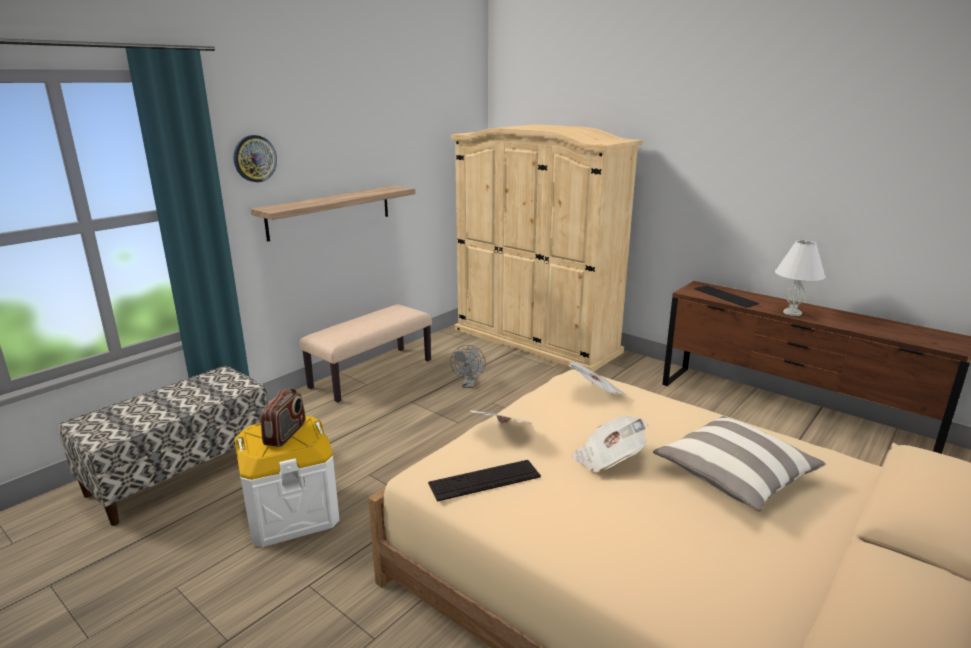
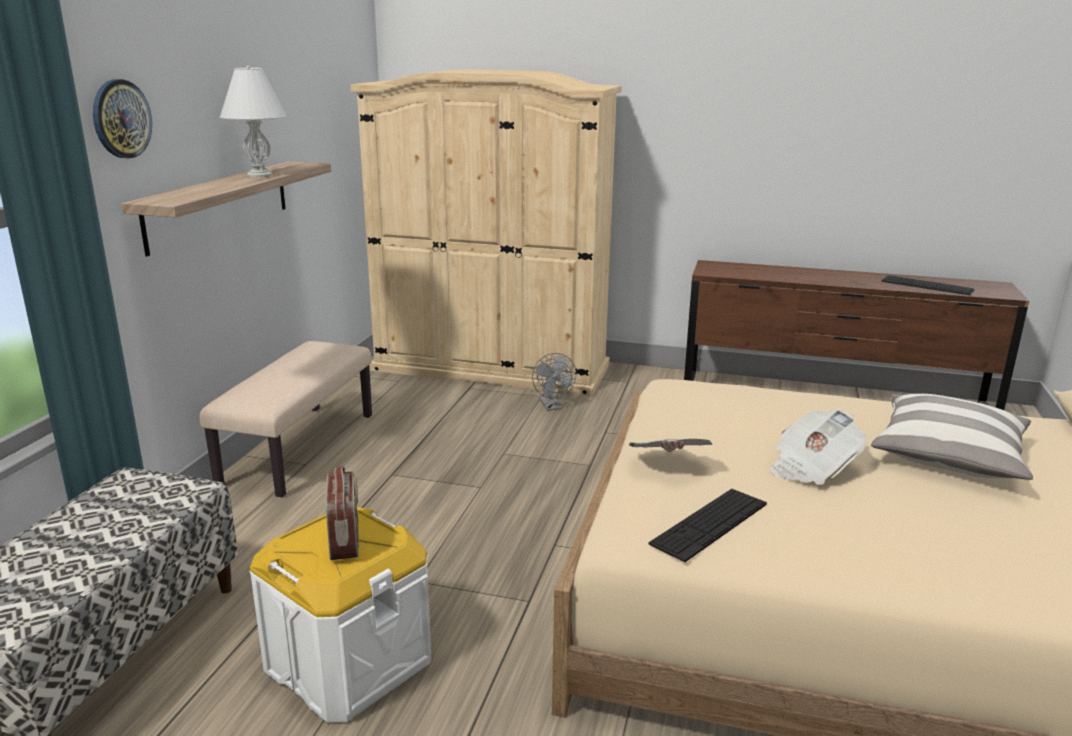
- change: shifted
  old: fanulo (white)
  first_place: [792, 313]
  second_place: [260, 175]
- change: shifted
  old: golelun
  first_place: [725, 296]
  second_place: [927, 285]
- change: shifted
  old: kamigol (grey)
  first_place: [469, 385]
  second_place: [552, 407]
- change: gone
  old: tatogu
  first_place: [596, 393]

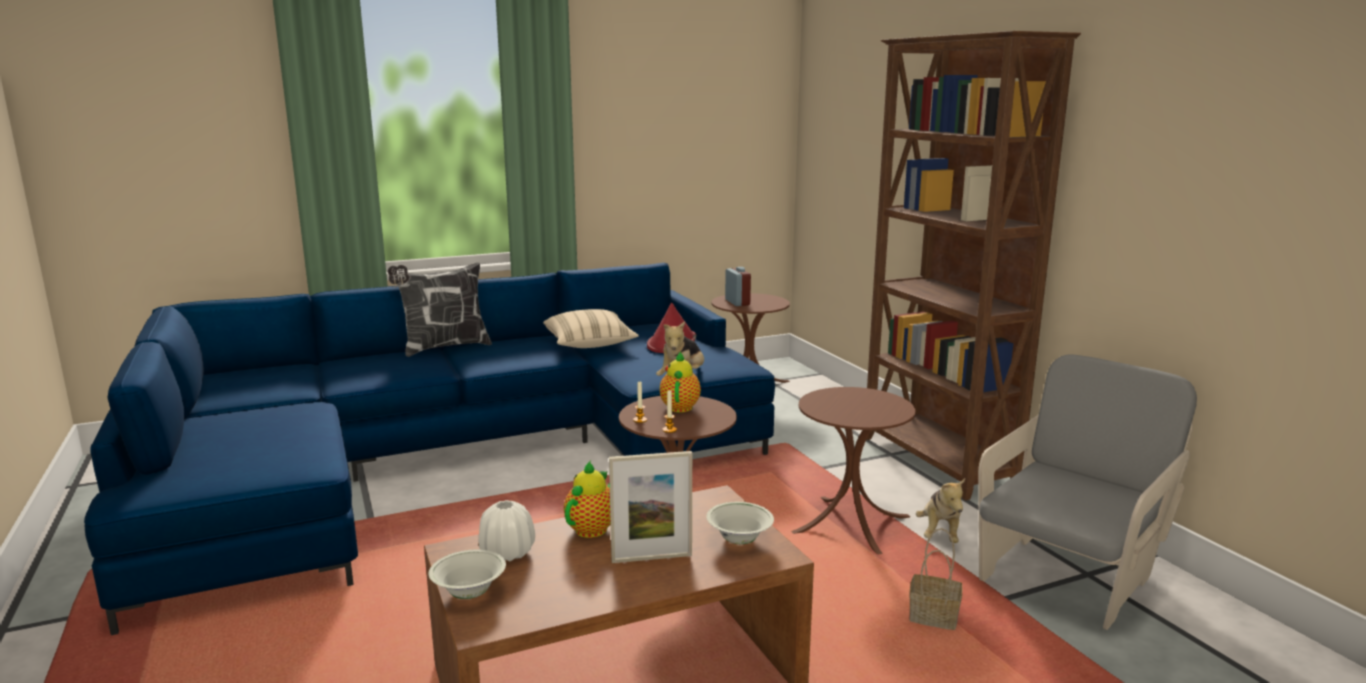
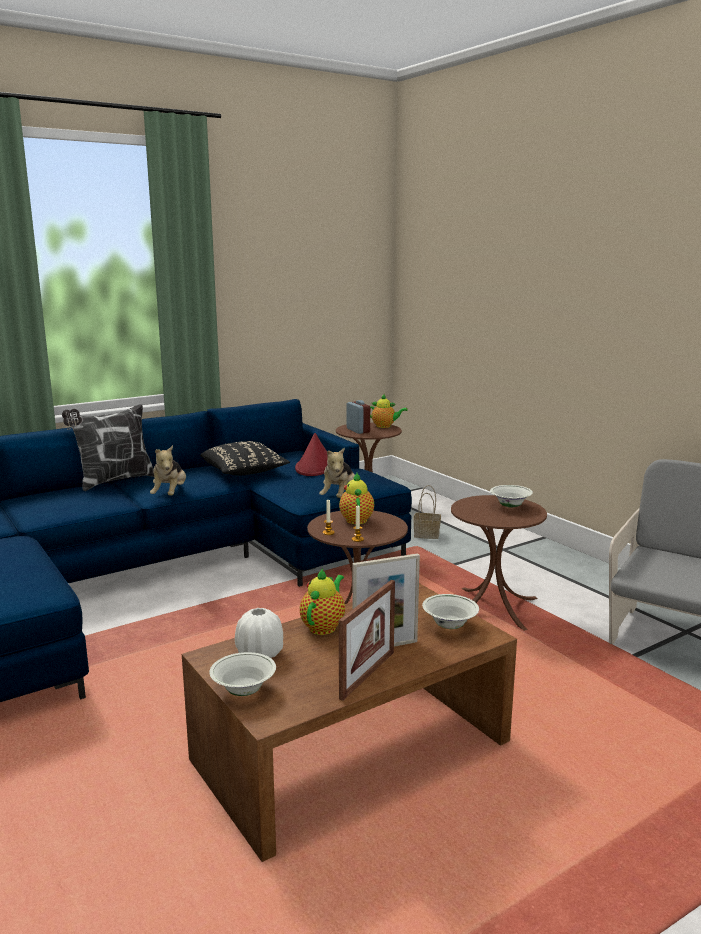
- change: gone
  old: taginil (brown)
  first_place: [937, 462]
- change: repainted
  old: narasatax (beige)
  new: narasatax (black)
  first_place: [589, 345]
  second_place: [244, 472]
- change: shifted
  old: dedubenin
  first_place: [940, 534]
  second_place: [170, 494]
- change: shifted
  old: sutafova
  first_place: [931, 618]
  second_place: [425, 535]
- change: new
  new: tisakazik
  second_place: [385, 426]
- change: new
  new: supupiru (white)
  second_place: [510, 506]
- change: new
  new: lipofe
  second_place: [367, 674]

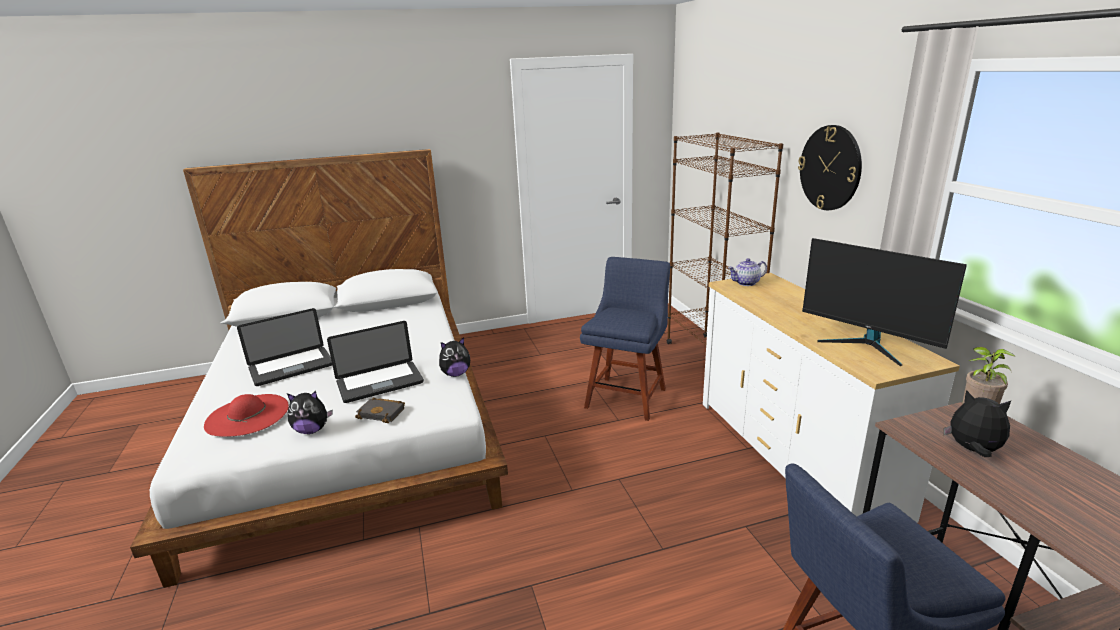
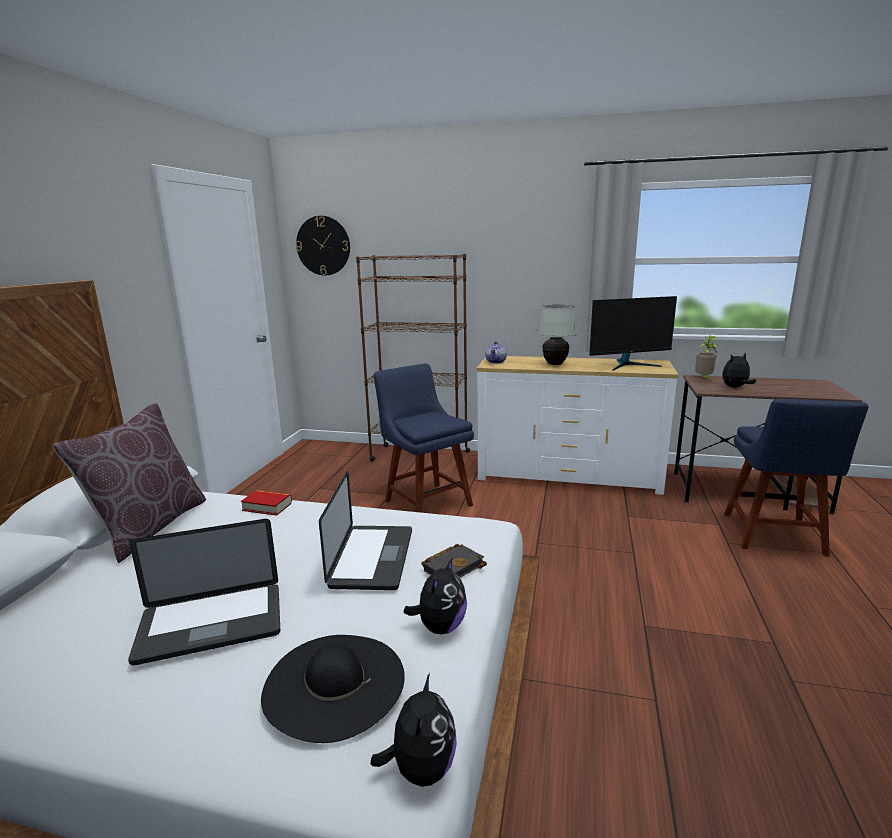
- change: shifted
  old: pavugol
  first_place: [830, 168]
  second_place: [323, 246]
- change: rotated
  old: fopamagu
  first_place: [291, 367]
  second_place: [211, 624]
  degrees: 75
- change: shifted
  old: dedubenin
  first_place: [456, 374]
  second_place: [421, 769]
- change: repainted
  old: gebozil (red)
  new: gebozil (black)
  first_place: [247, 415]
  second_place: [334, 683]
- change: new
  new: fanulo (white)
  second_place: [554, 364]
- change: new
  new: narasatax (brown)
  second_place: [150, 527]
- change: new
  new: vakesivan
  second_place: [267, 506]

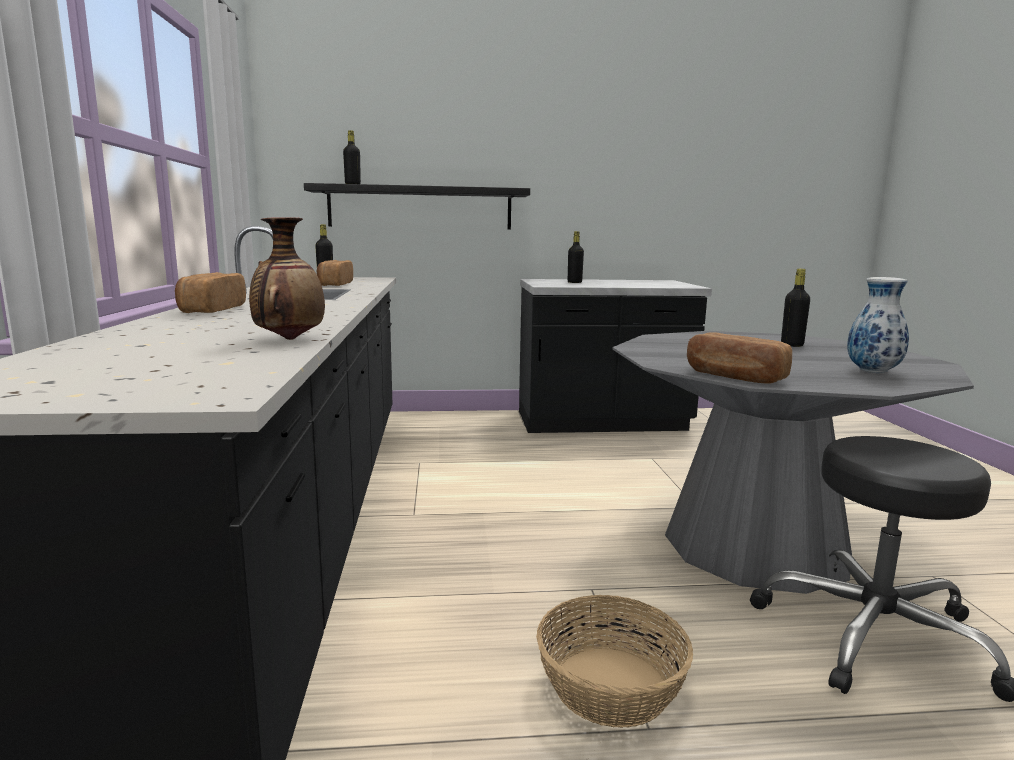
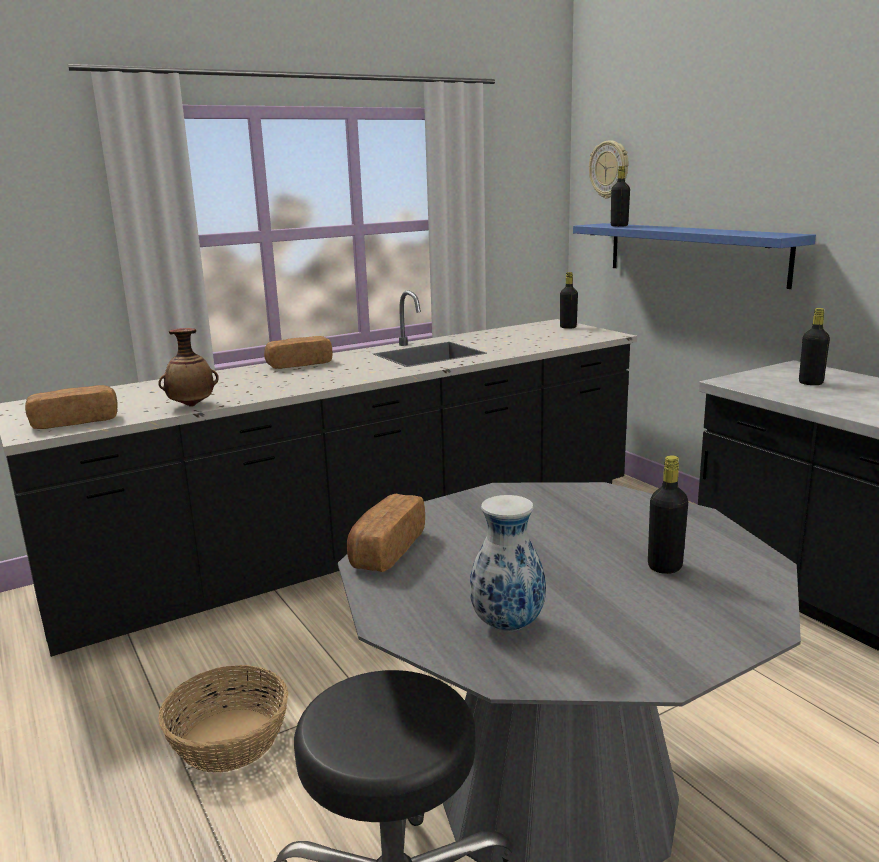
- change: repainted
  old: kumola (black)
  new: kumola (blue)
  first_place: [420, 208]
  second_place: [694, 252]
- change: shifted
  old: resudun
  first_place: [334, 284]
  second_place: [75, 422]
- change: new
  new: pavugol
  second_place: [609, 169]

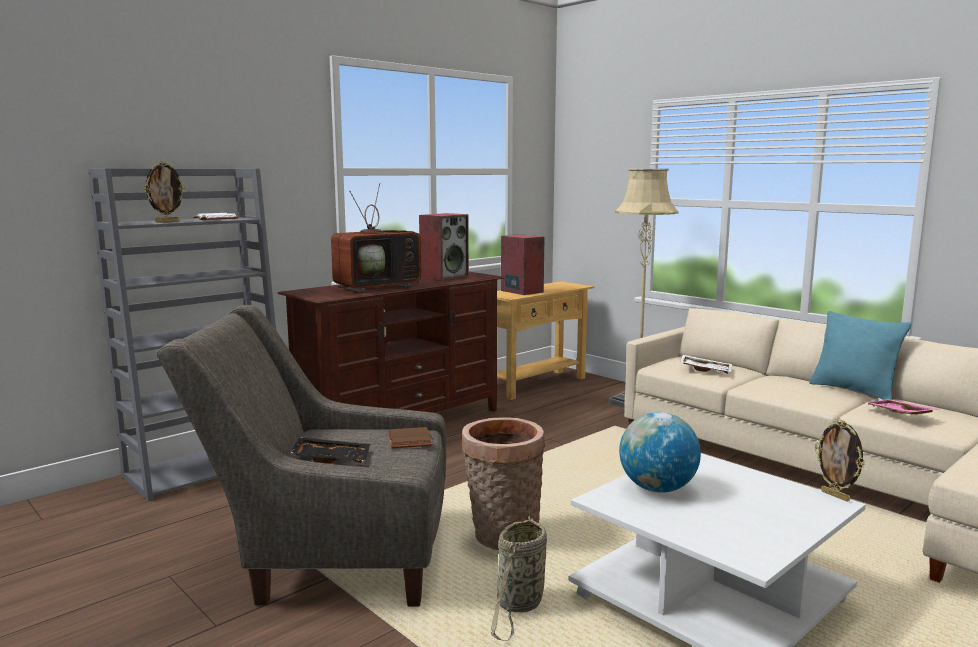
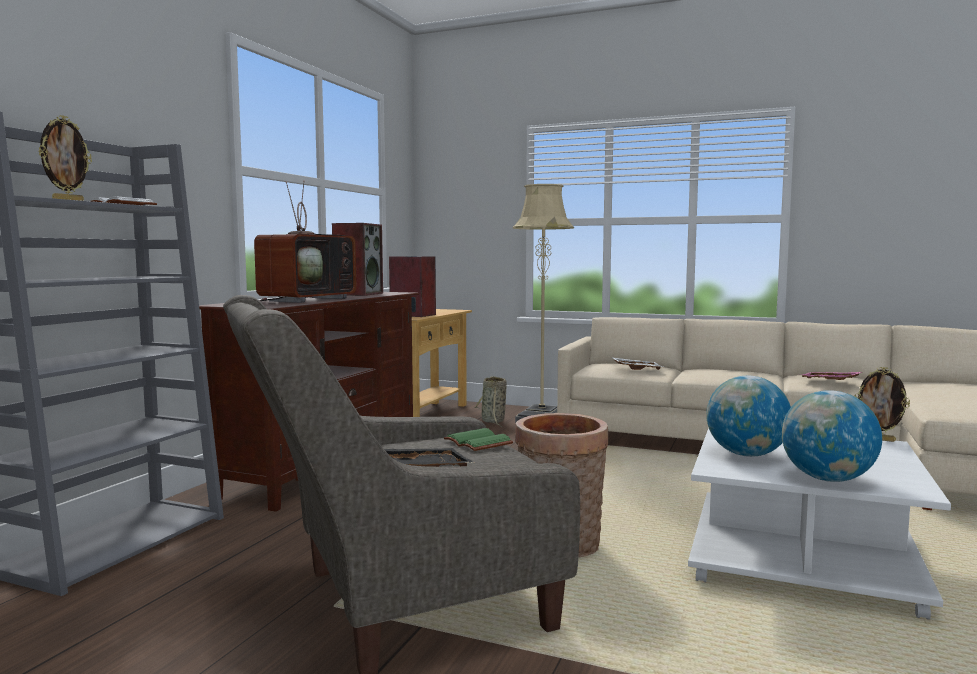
- change: gone
  old: narasatax (turquoise)
  first_place: [853, 390]
- change: repainted
  old: vakesivan (brown)
  new: vakesivan (green)
  first_place: [408, 439]
  second_place: [476, 442]
- change: shifted
  old: sutafova
  first_place: [519, 605]
  second_place: [493, 421]
- change: new
  new: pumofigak
  second_place: [827, 479]

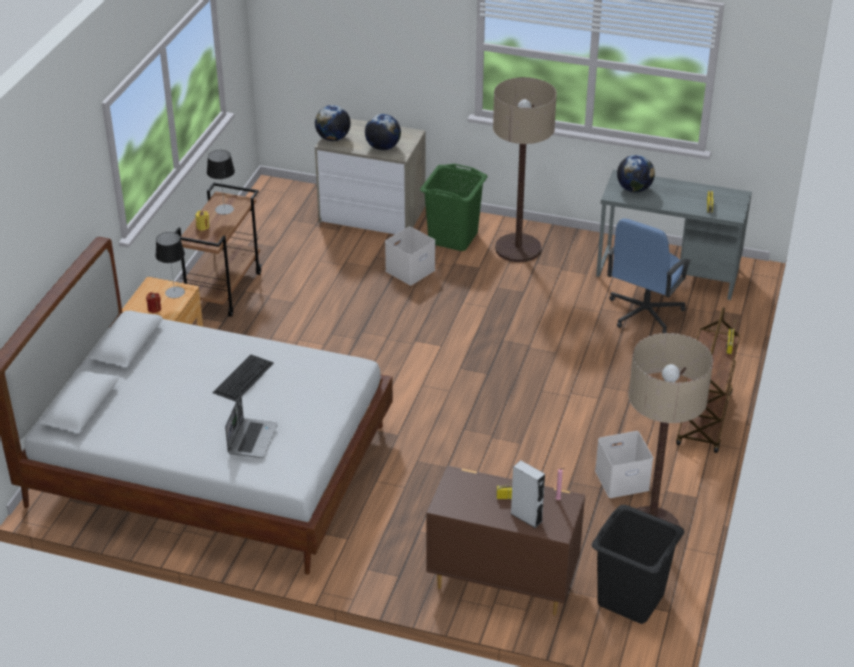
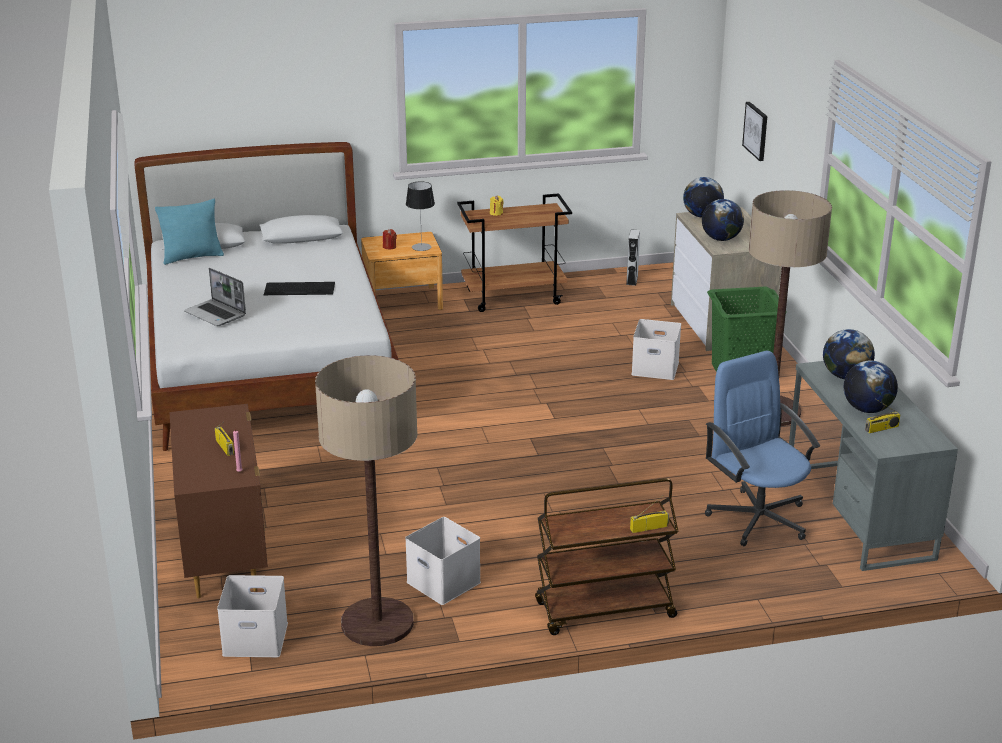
- change: gone
  old: fanulo
  first_place: [224, 209]
- change: rotated
  old: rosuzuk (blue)
  first_place: [644, 312]
  second_place: [758, 518]
  degrees: 60
- change: rotated
  old: fopamagu
  first_place: [252, 439]
  second_place: [216, 314]
  degrees: 60
- change: shifted
  old: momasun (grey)
  first_place: [526, 517]
  second_place: [632, 280]
- change: swapped
  old: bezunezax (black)
  new: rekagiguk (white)
  first_place: [631, 599]
  second_place: [254, 639]
- change: new
  new: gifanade
  second_place: [756, 131]
- change: new
  new: narasatax (turquoise)
  second_place: [192, 257]
- change: new
  new: pumofigak
  second_place: [867, 409]

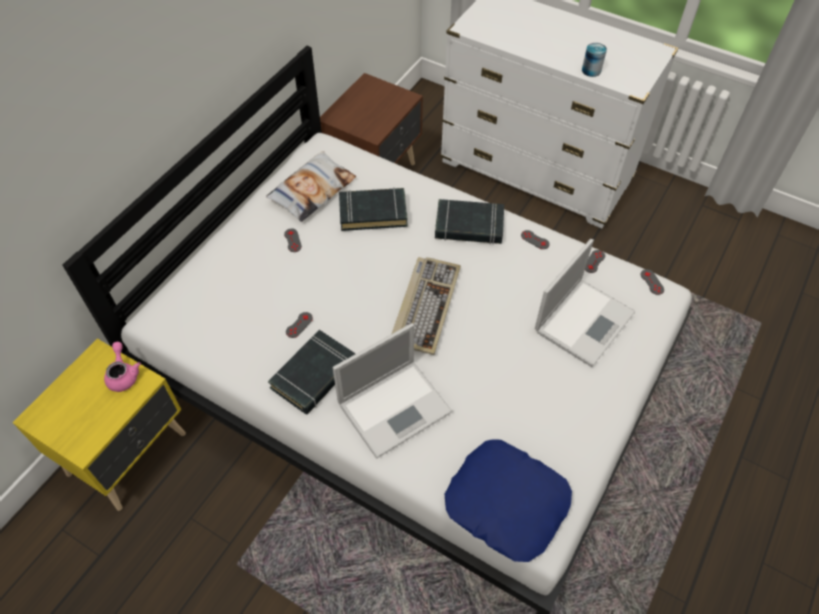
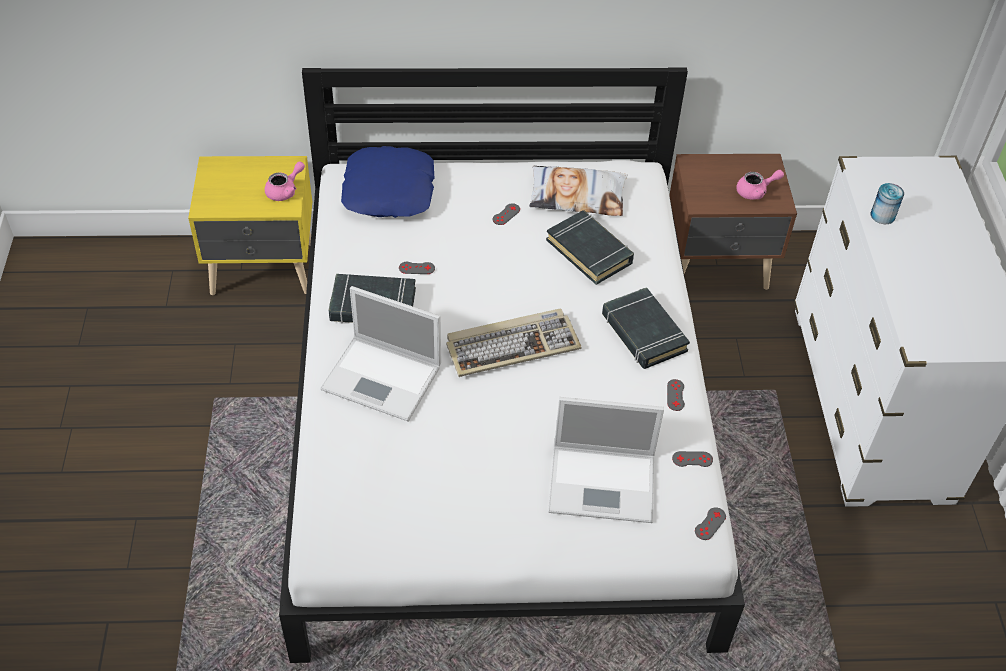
- change: shifted
  old: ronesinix
  first_place: [591, 70]
  second_place: [882, 215]
- change: shifted
  old: narasatax (blue)
  first_place: [507, 502]
  second_place: [390, 191]
- change: new
  new: tisakazik (pink)
  second_place: [756, 191]

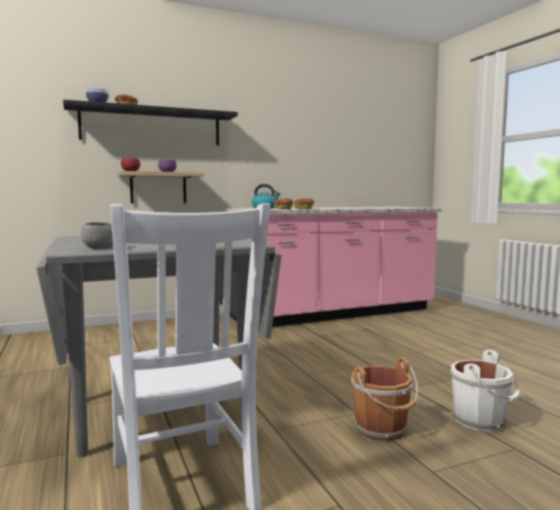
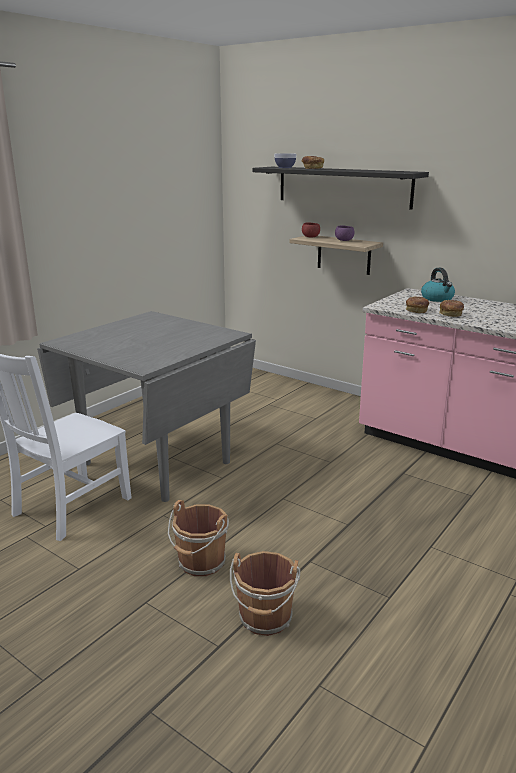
- change: gone
  old: supupiru (grey)
  first_place: [100, 249]
- change: repainted
  old: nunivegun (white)
  new: nunivegun (brown)
  first_place: [481, 420]
  second_place: [265, 619]

